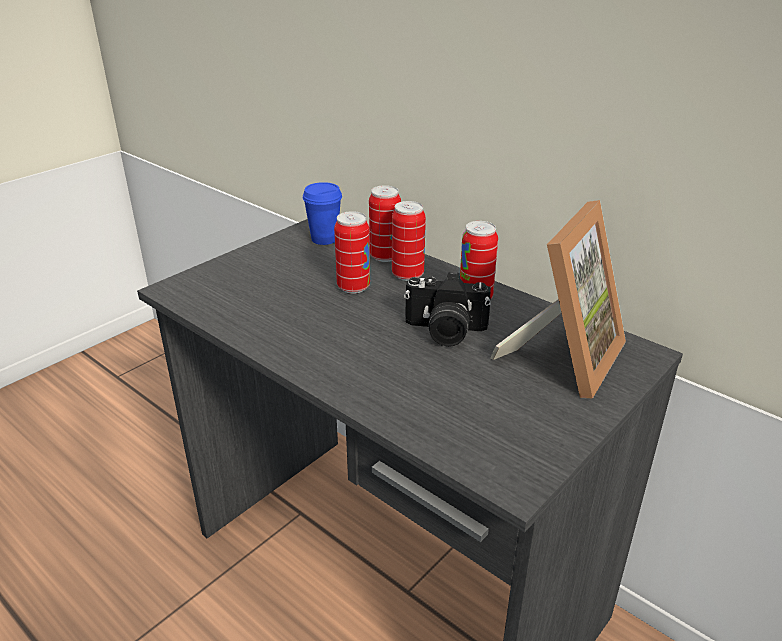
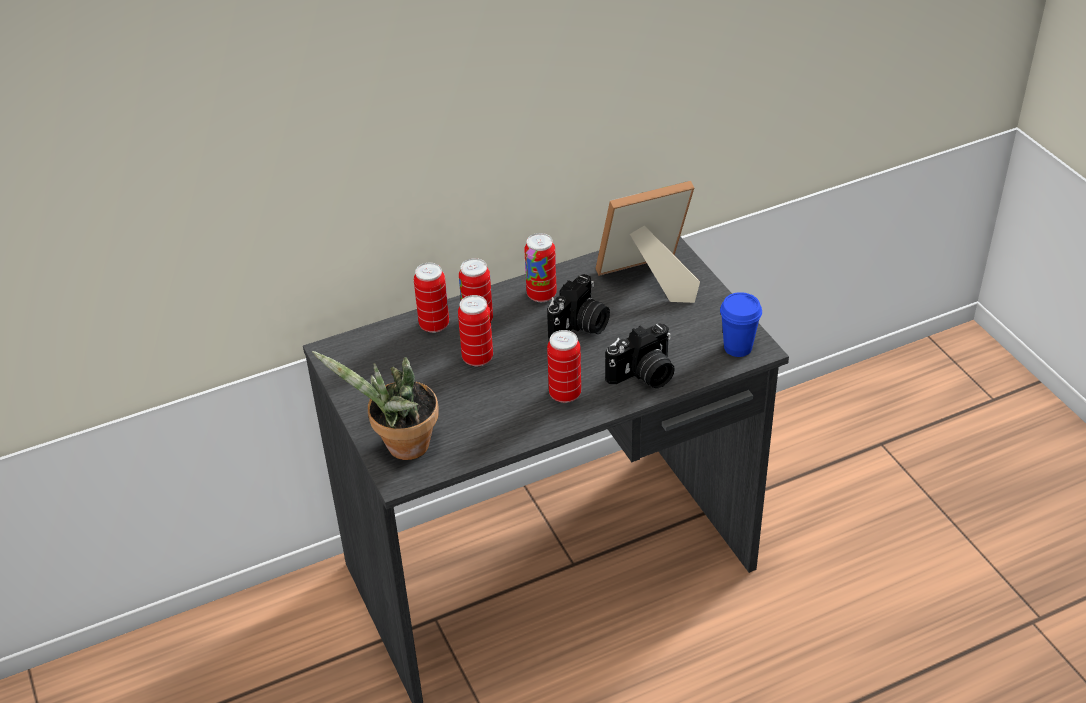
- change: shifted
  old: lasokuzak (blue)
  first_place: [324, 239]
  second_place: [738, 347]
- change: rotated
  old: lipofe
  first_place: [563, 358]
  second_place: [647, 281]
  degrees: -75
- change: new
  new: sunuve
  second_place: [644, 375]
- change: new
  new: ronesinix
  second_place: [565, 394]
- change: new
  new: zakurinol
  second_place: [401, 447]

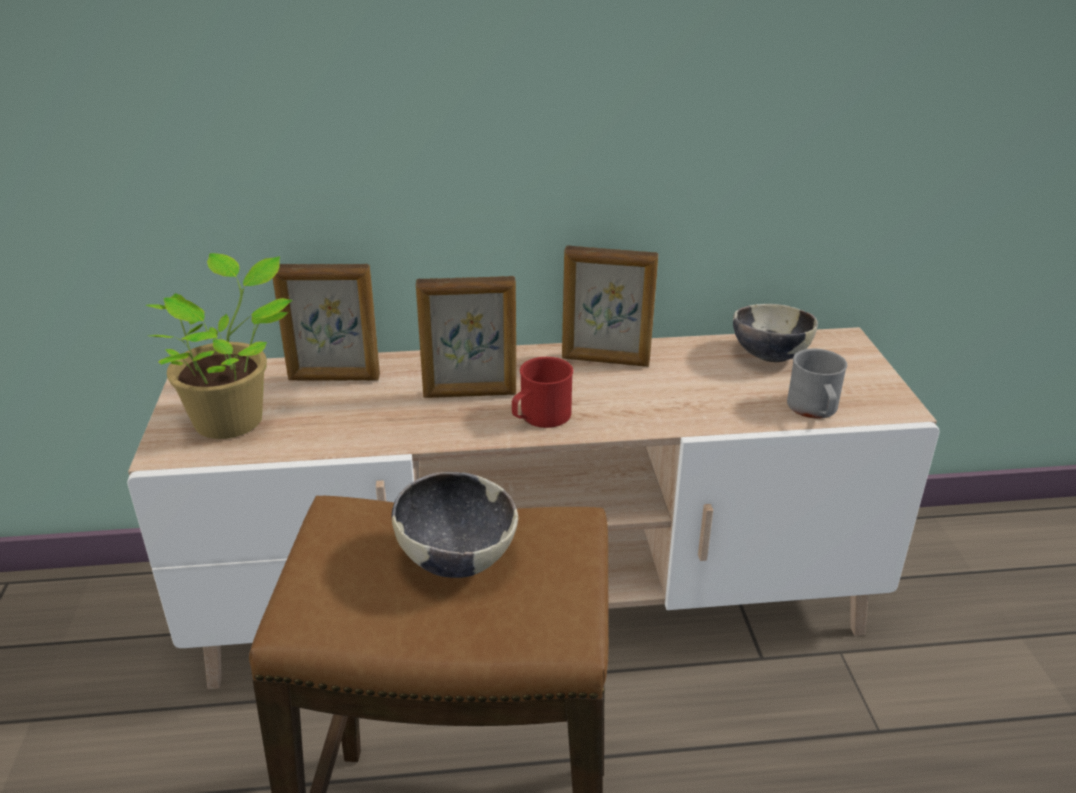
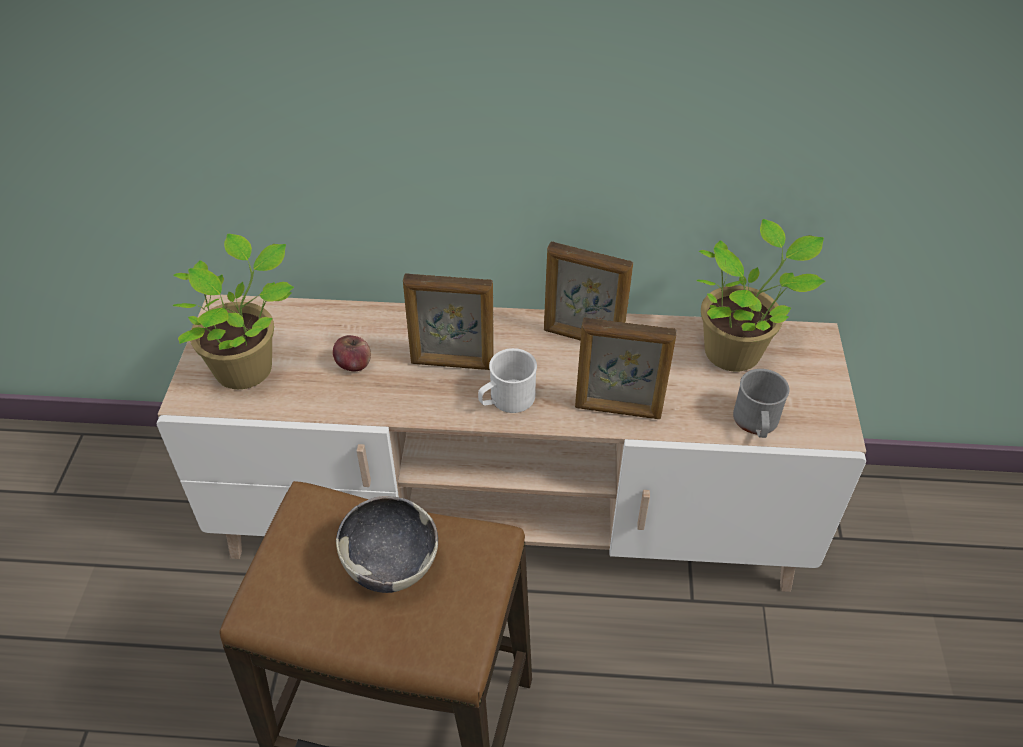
- change: shifted
  old: lipofe
  first_place: [334, 378]
  second_place: [618, 410]
- change: swapped
  old: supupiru
  new: zakurinol
  first_place: [769, 356]
  second_place: [736, 351]
- change: repainted
  old: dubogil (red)
  new: dubogil (white)
  first_place: [539, 418]
  second_place: [506, 400]
- change: new
  new: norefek
  second_place: [354, 364]

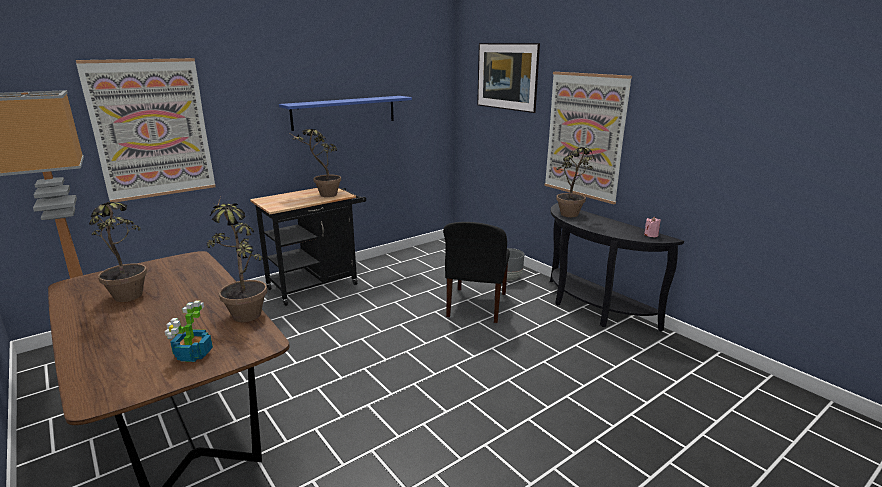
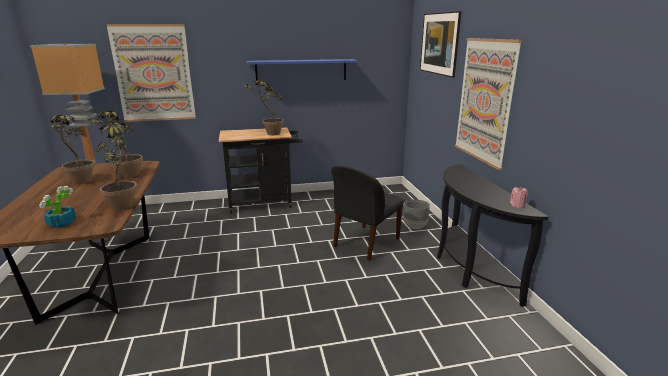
- change: shifted
  old: zakurinol
  first_place: [571, 216]
  second_place: [126, 176]

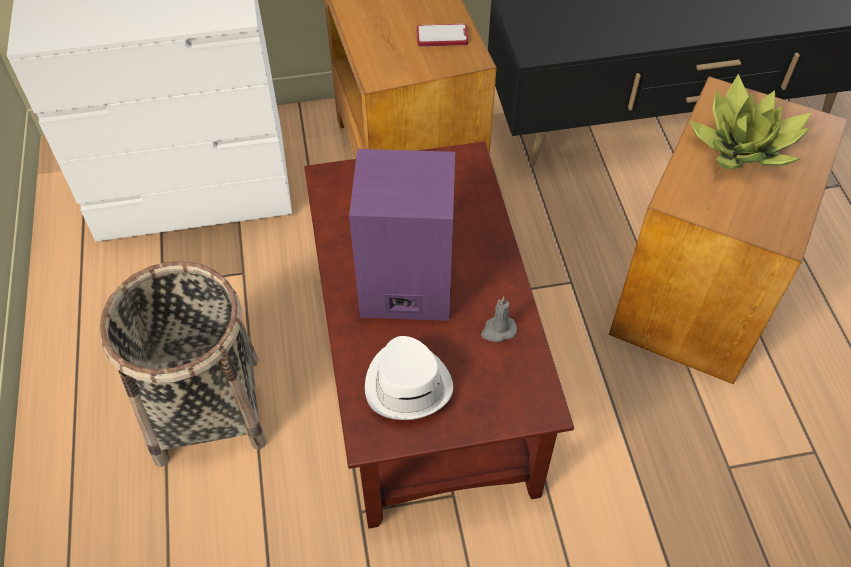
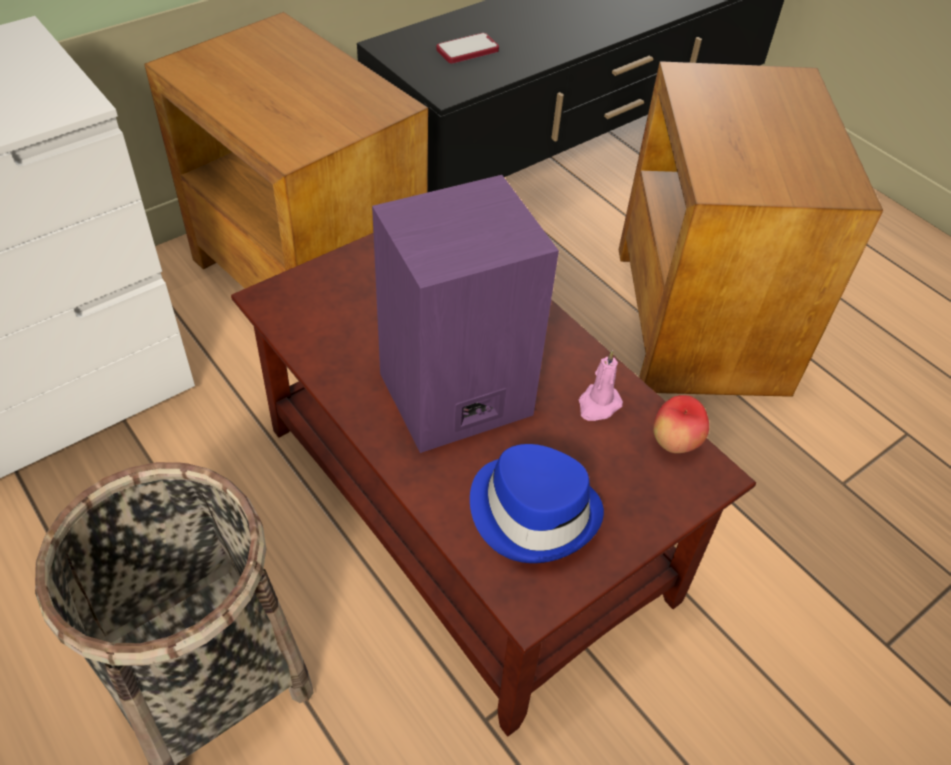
- change: shifted
  old: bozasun
  first_place: [442, 37]
  second_place: [467, 50]
- change: gone
  old: zakurinol
  first_place: [744, 145]
- change: repainted
  old: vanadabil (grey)
  new: vanadabil (pink)
  first_place: [498, 330]
  second_place: [598, 405]
- change: repainted
  old: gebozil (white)
  new: gebozil (blue)
  first_place: [408, 383]
  second_place: [534, 510]
- change: new
  new: norefek
  second_place: [674, 443]

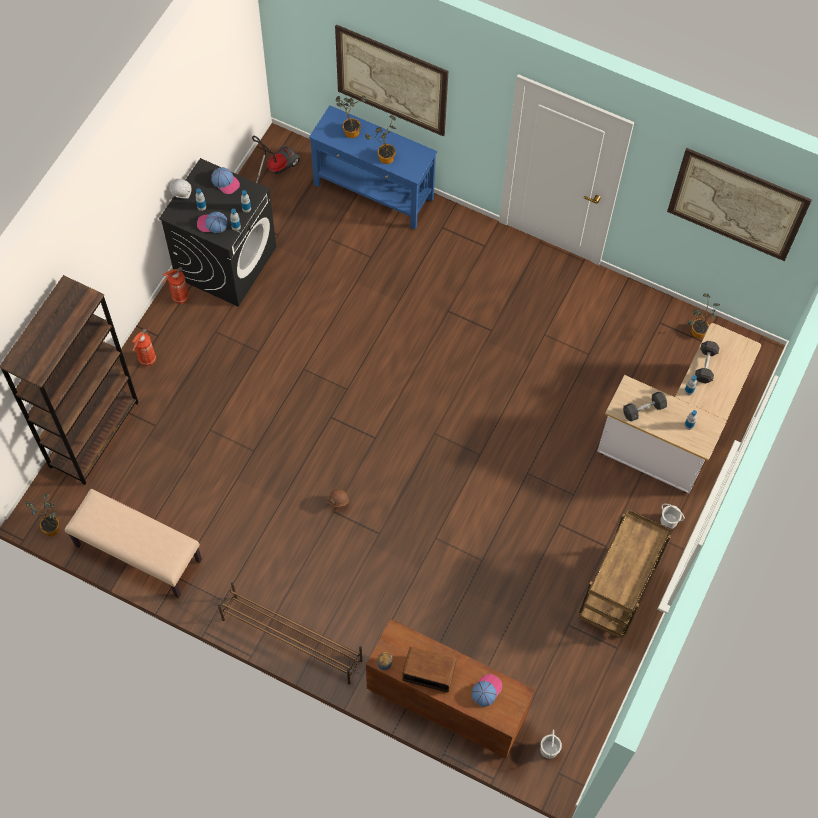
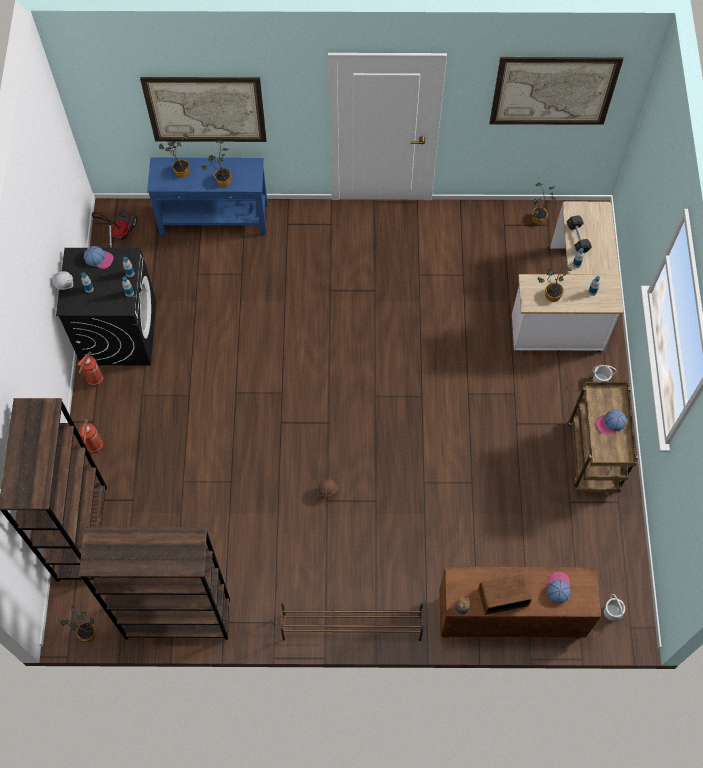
- change: shifted
  old: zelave
  first_place: [212, 224]
  second_place: [610, 423]
- change: swapped
  old: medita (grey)
  new: zakurinol
  first_place: [643, 410]
  second_place: [550, 295]
- change: swapped
  old: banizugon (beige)
  new: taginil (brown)
  first_place: [137, 553]
  second_place: [177, 618]

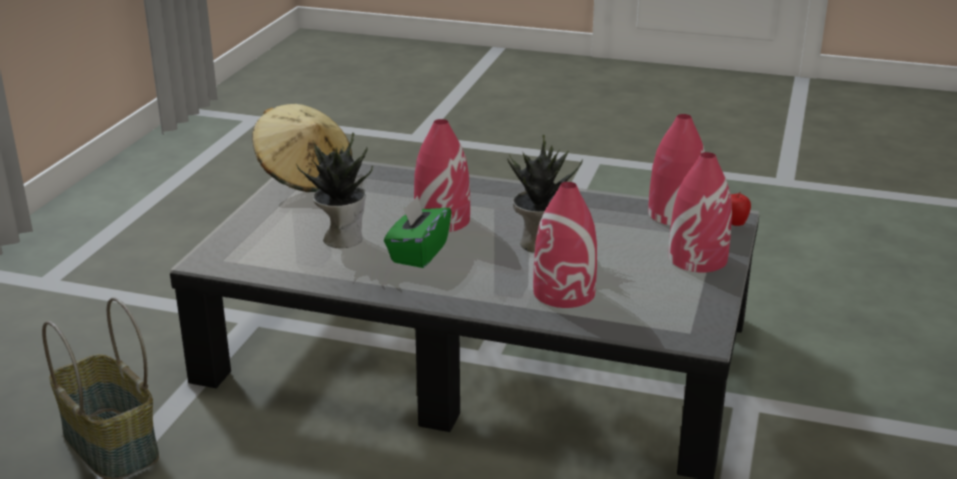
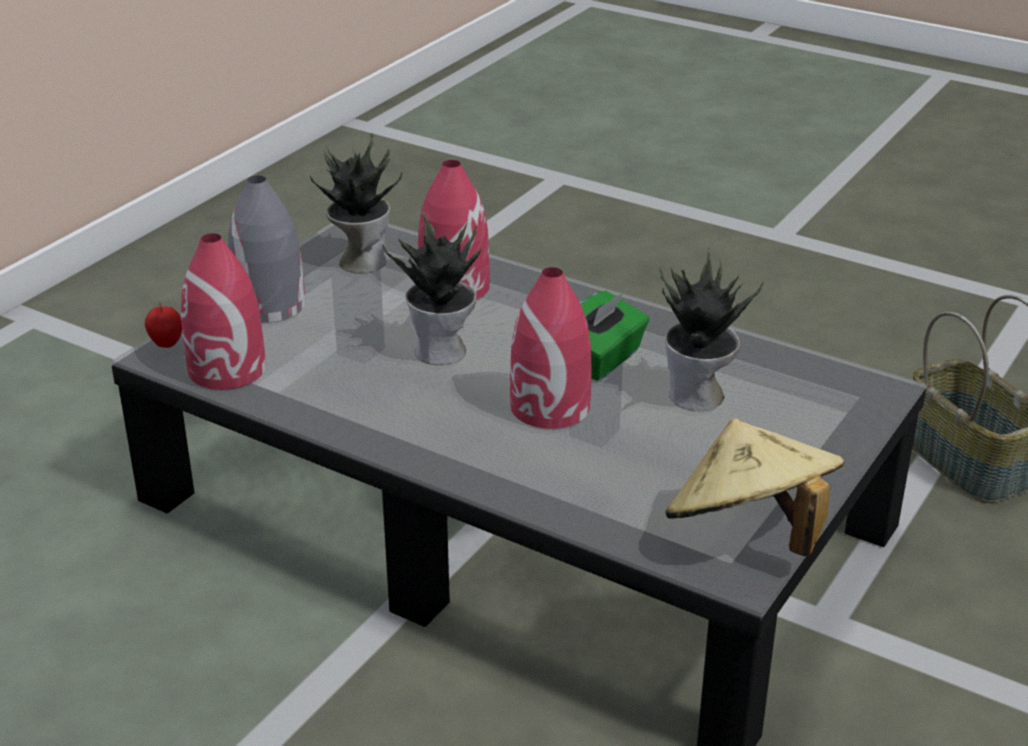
- change: repainted
  old: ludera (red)
  new: ludera (grey)
  first_place: [697, 258]
  second_place: [269, 305]
- change: new
  new: zakurinol
  second_place: [361, 261]

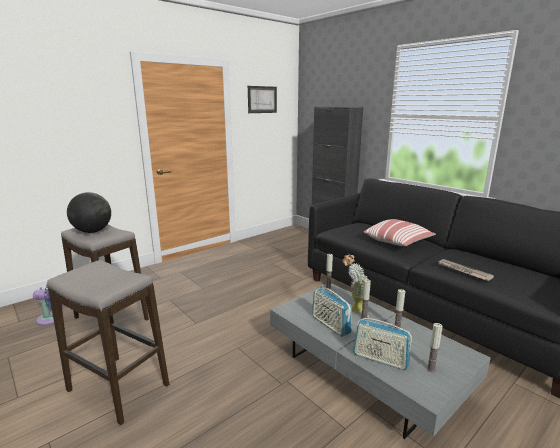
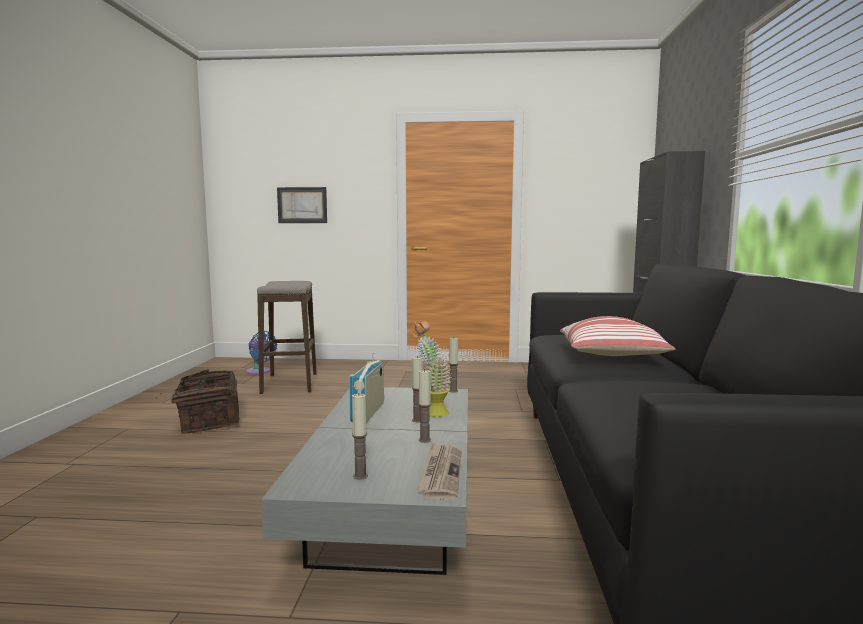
- change: shifted
  old: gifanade
  first_place: [262, 99]
  second_place: [302, 205]
- change: gone
  old: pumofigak
  first_place: [93, 231]
- change: shifted
  old: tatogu
  first_place: [463, 271]
  second_place: [441, 473]
- change: swapped
  old: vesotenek
  new: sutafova
  first_place: [118, 388]
  second_place: [208, 421]
- change: gone
  old: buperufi
  first_place: [380, 359]

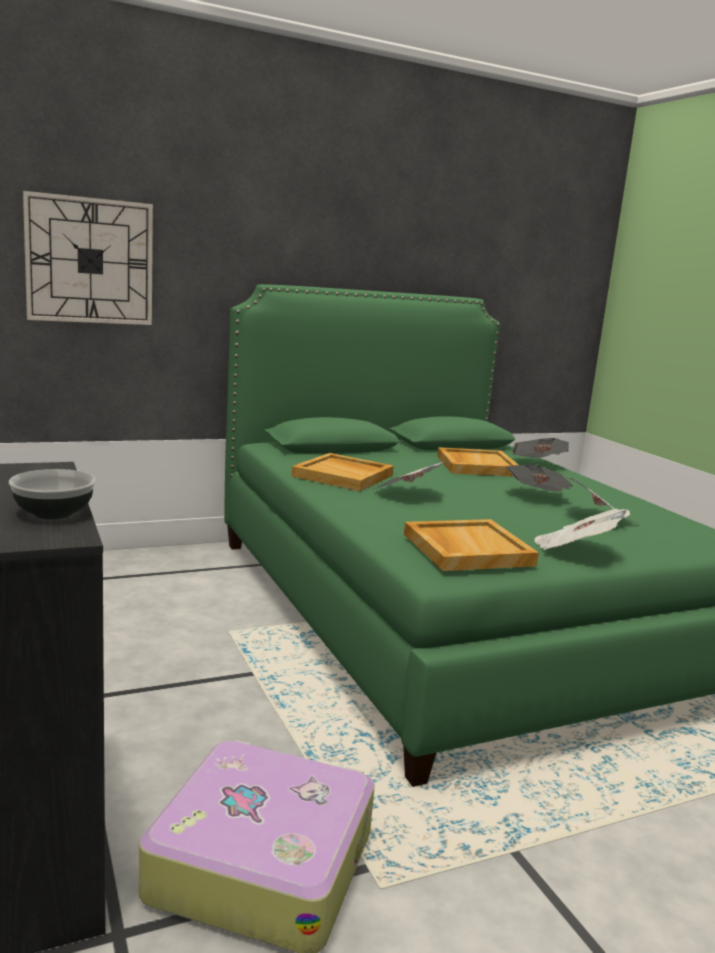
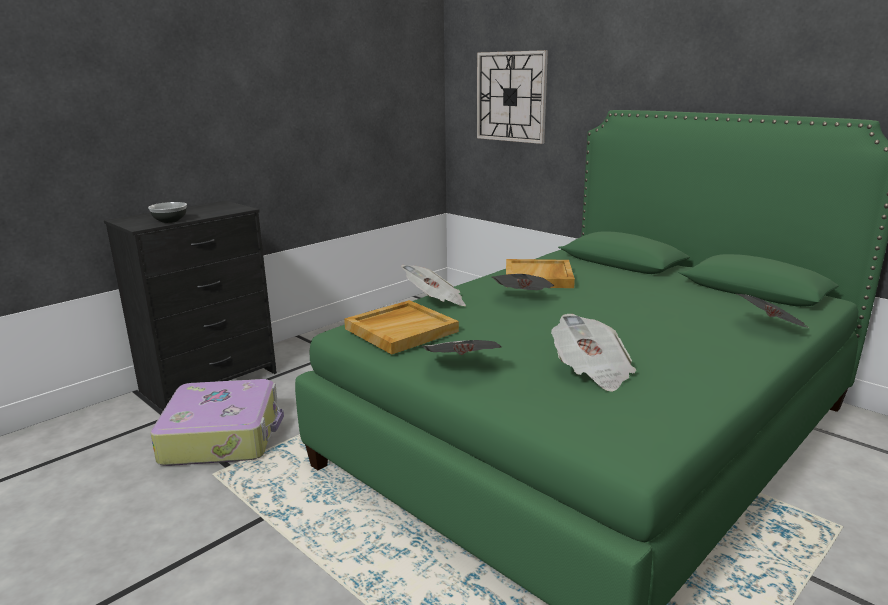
- change: gone
  old: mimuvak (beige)
  first_place: [476, 465]
- change: shifted
  old: tatogu
  first_place: [537, 496]
  second_place: [435, 301]

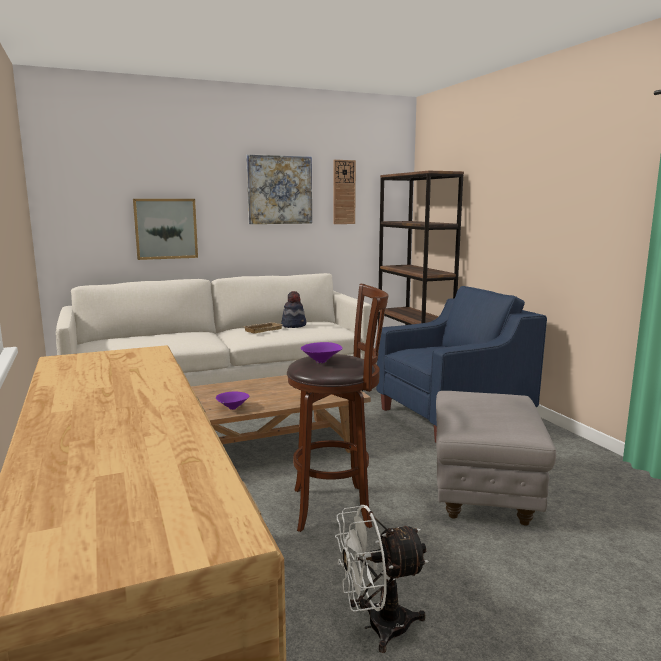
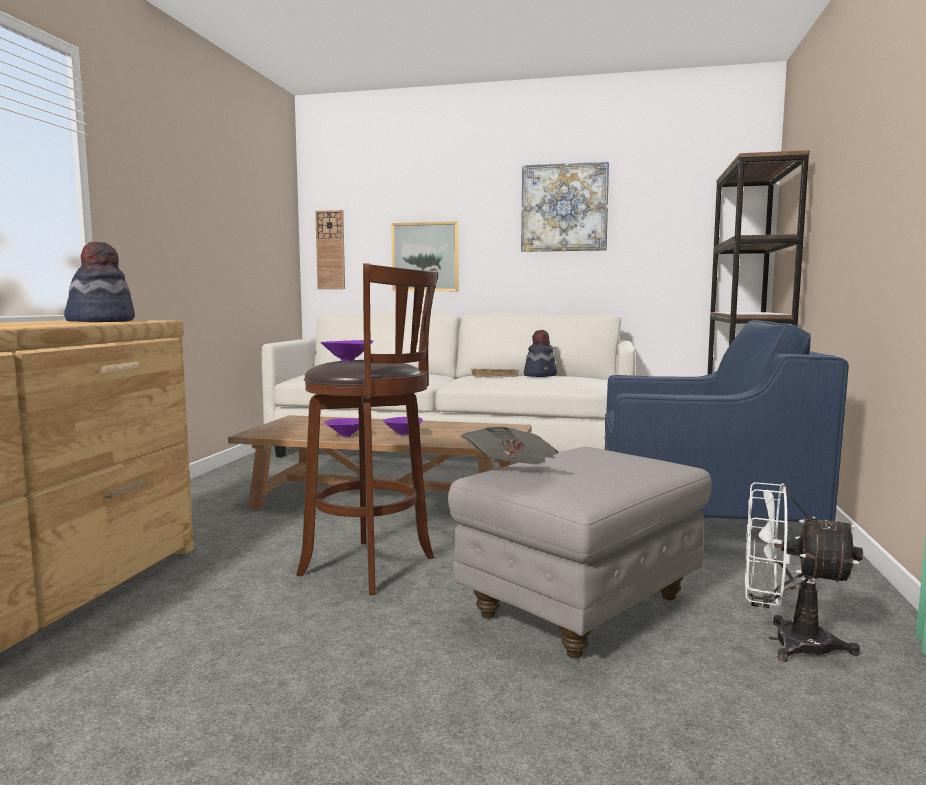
- change: shifted
  old: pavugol
  first_place: [344, 192]
  second_place: [330, 250]
- change: shifted
  old: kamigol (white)
  first_place: [377, 626]
  second_place: [786, 642]
- change: new
  new: gebozil
  second_place: [101, 321]
- change: new
  new: supupiru (purple)
  second_place: [403, 434]
- change: new
  new: tatogu
  second_place: [512, 473]

